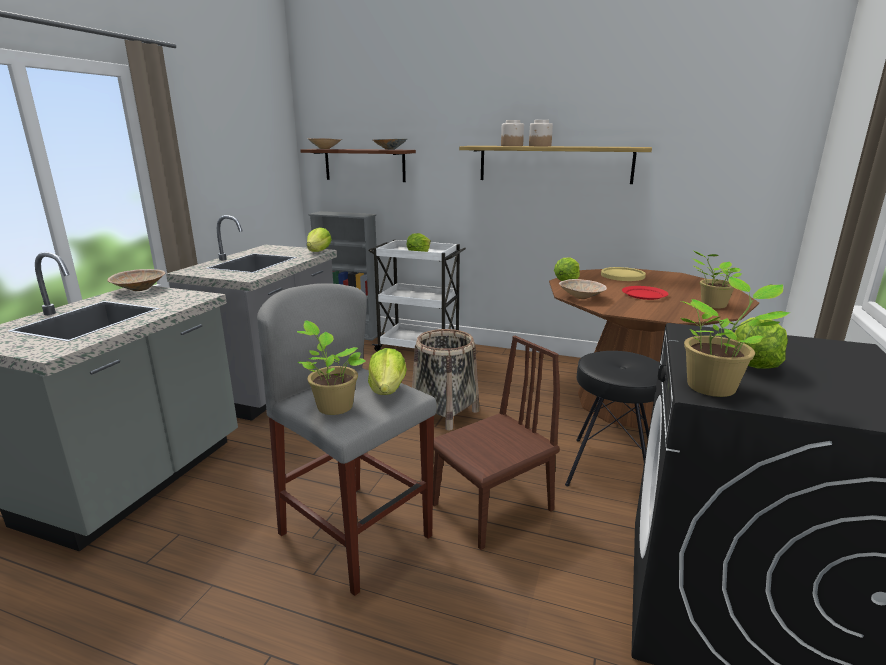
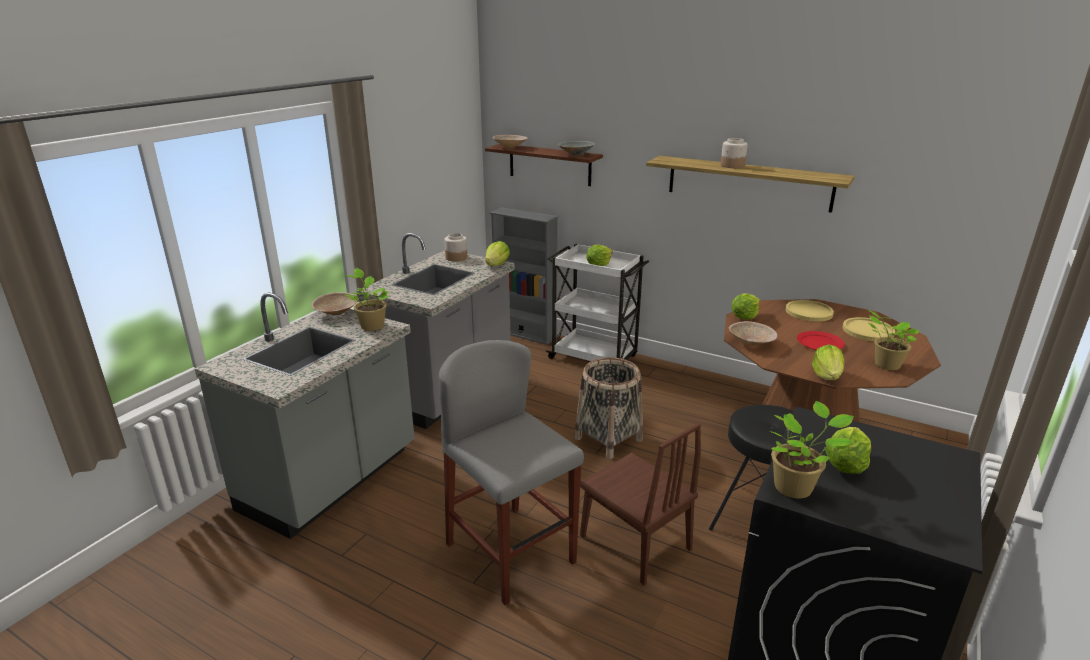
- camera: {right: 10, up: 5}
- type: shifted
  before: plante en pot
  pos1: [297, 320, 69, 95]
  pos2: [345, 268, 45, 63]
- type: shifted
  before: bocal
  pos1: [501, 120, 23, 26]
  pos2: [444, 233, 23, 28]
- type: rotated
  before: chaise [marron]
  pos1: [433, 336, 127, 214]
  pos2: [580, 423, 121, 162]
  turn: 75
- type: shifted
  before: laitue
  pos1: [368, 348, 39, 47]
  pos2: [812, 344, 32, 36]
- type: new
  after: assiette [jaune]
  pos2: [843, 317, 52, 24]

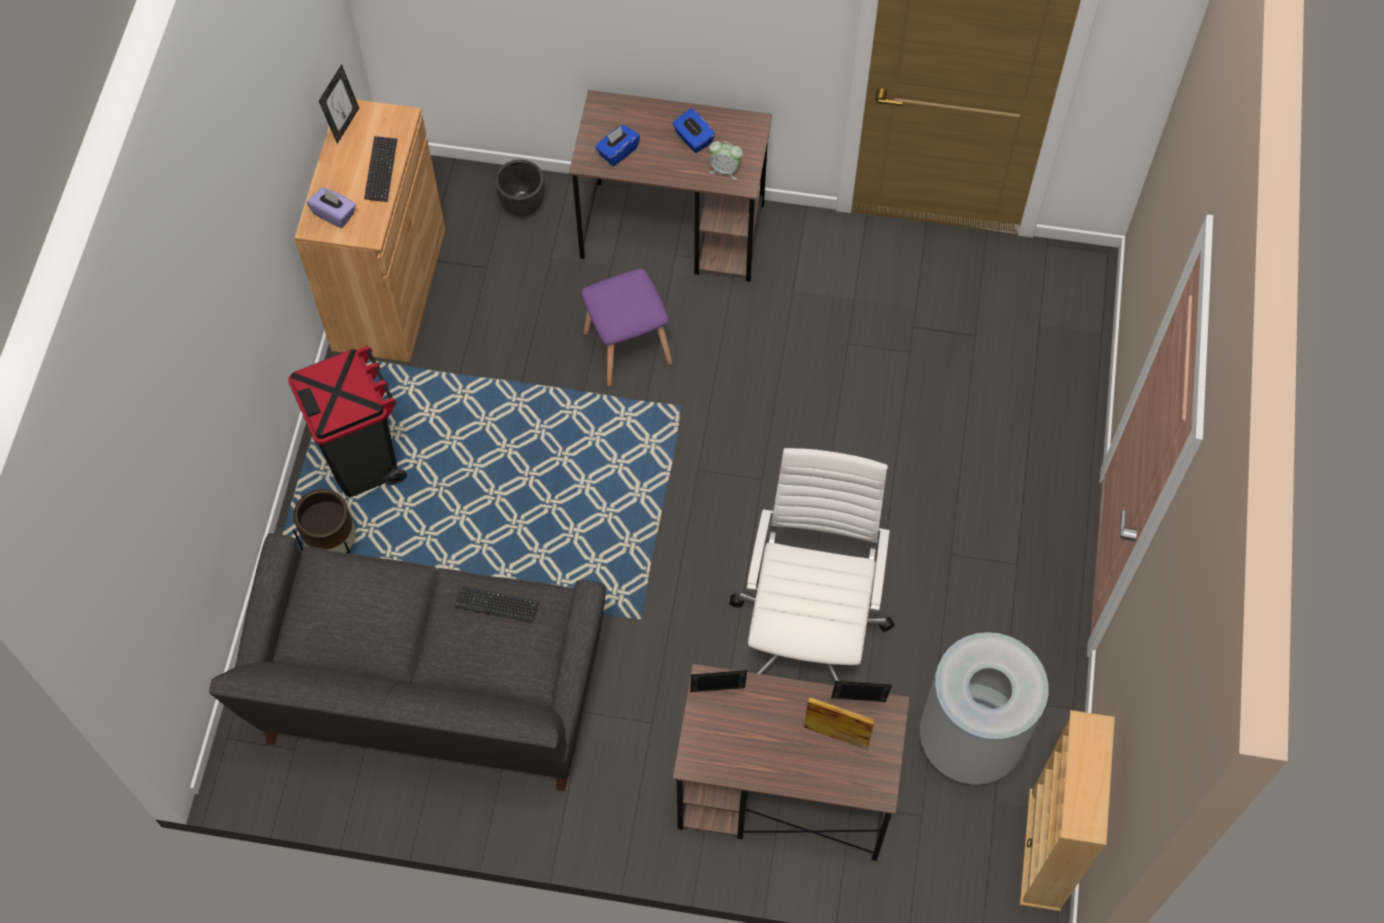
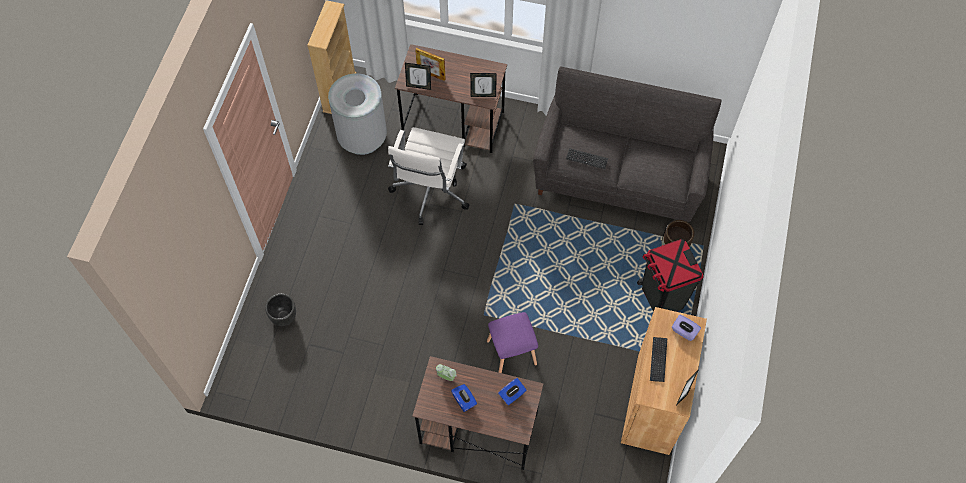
- camera: {right: -175, up: 0}
- type: shifted
  before: cache-pot [noir]
  pos1: [495, 160, 50, 56]
  pos2: [265, 294, 31, 32]

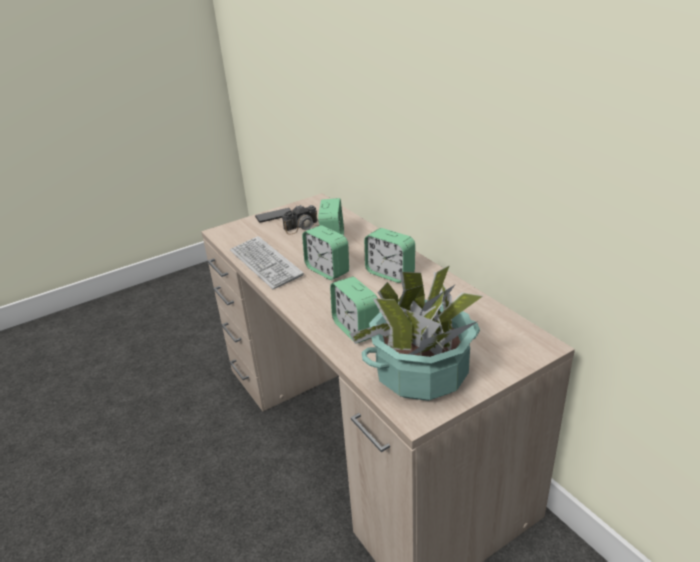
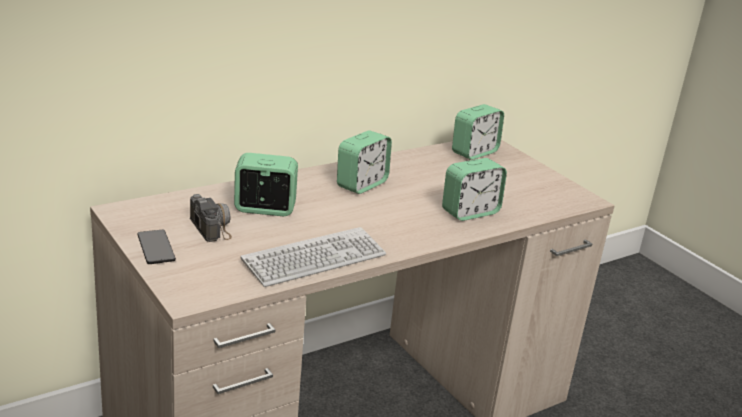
- camera: {right: -95, up: -5}
- type: shifted
  before: réveil
  pos1: [302, 225, 47, 55]
  pos2: [452, 104, 52, 56]
- type: gone
  before: plante en pot
  pos1: [349, 265, 134, 136]

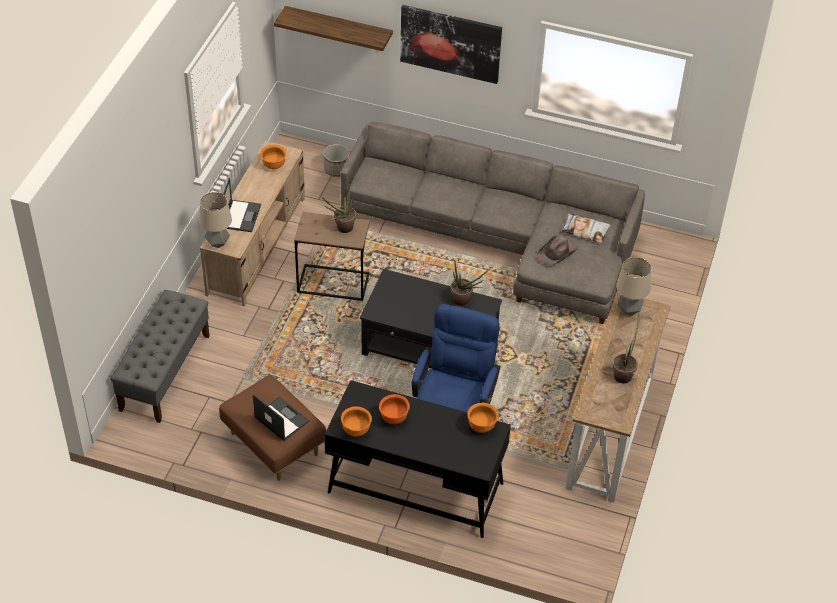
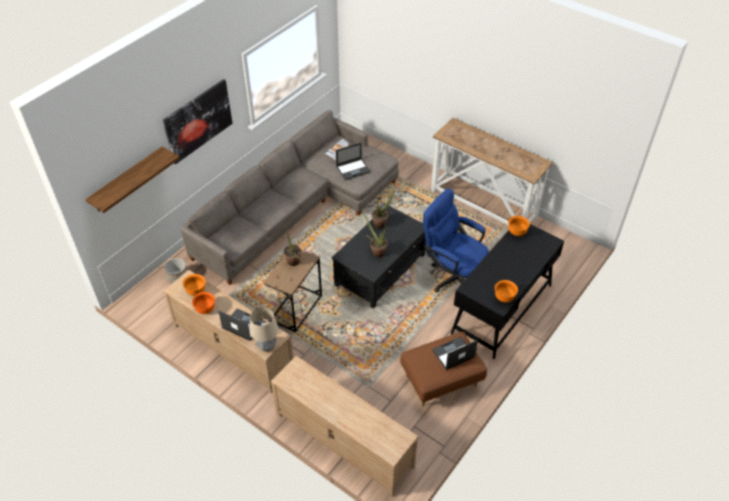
- camera: {right: -70, up: 0}
- type: shifted
  before: bol [orange]
  pos1: [379, 394, 31, 30]
  pos2: [192, 292, 23, 22]
- type: swapped
  before: banc [gris]
  after: meuble télé [beige]
  pos1: [110, 290, 100, 133]
  pos2: [271, 356, 147, 140]
- type: swapped
  before: chapeau [marron]
  after: ordinateur portable
  pos1: [537, 236, 41, 30]
  pos2: [336, 143, 34, 37]
- type: shifted
  before: plante en pot
  pos1: [612, 314, 27, 69]
  pos2: [362, 212, 25, 46]
- type: gone
  before: lampe de table
  pos1: [616, 257, 36, 58]

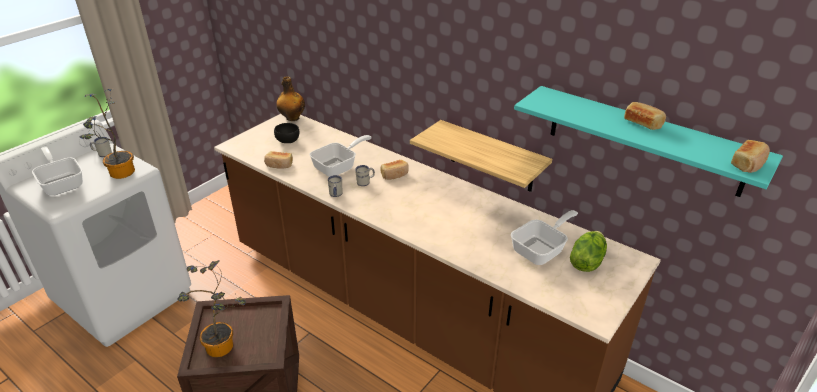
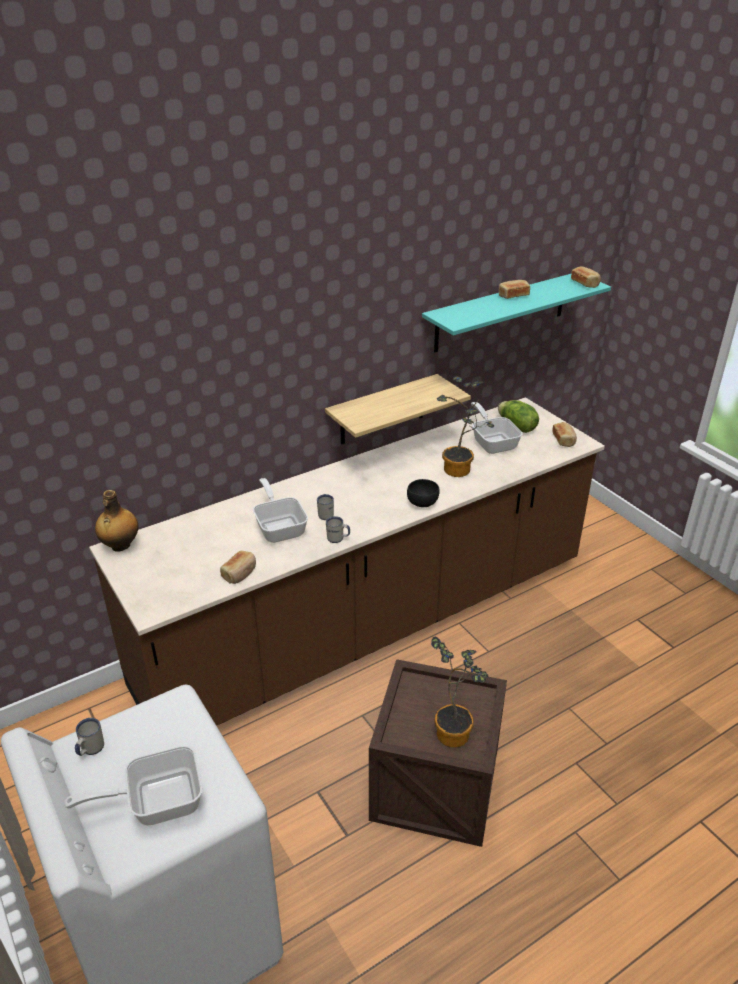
- camera: {right: -70, up: 0}
- type: shifted
  before: bol [noir]
  pos1: [274, 123, 26, 20]
  pos2: [407, 479, 33, 28]
- type: shifted
  before: plante en pot
  pos1: [80, 89, 55, 90]
  pos2: [437, 376, 57, 101]
- type: shifted
  before: pain
  pos1: [381, 160, 28, 20]
  pos2: [552, 422, 25, 25]

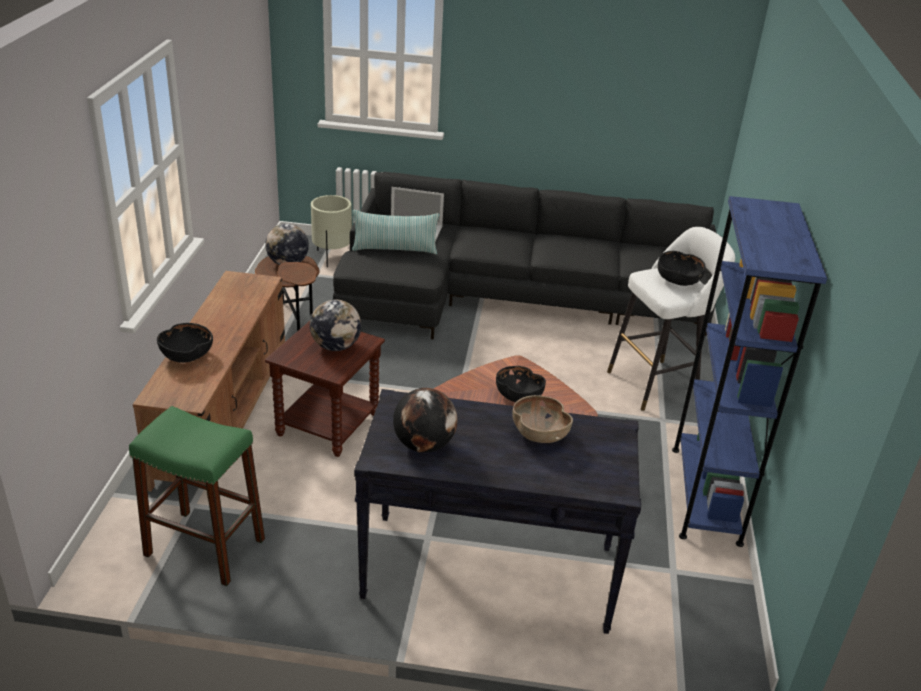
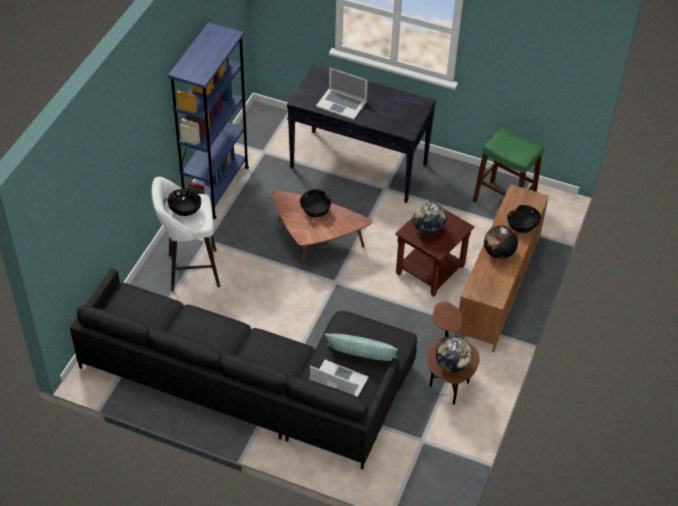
- camera: {right: -165, up: 15}
- type: swapped
  before: bol [marron]
  after: ordinateur portable
  pos1: [512, 395, 61, 48]
  pos2: [316, 67, 52, 53]
- type: shifted
  before: globe
  pos1: [393, 388, 64, 65]
  pos2: [484, 226, 34, 33]
- type: gone
  before: cache-pot [beige]
  pos1: [311, 195, 41, 72]

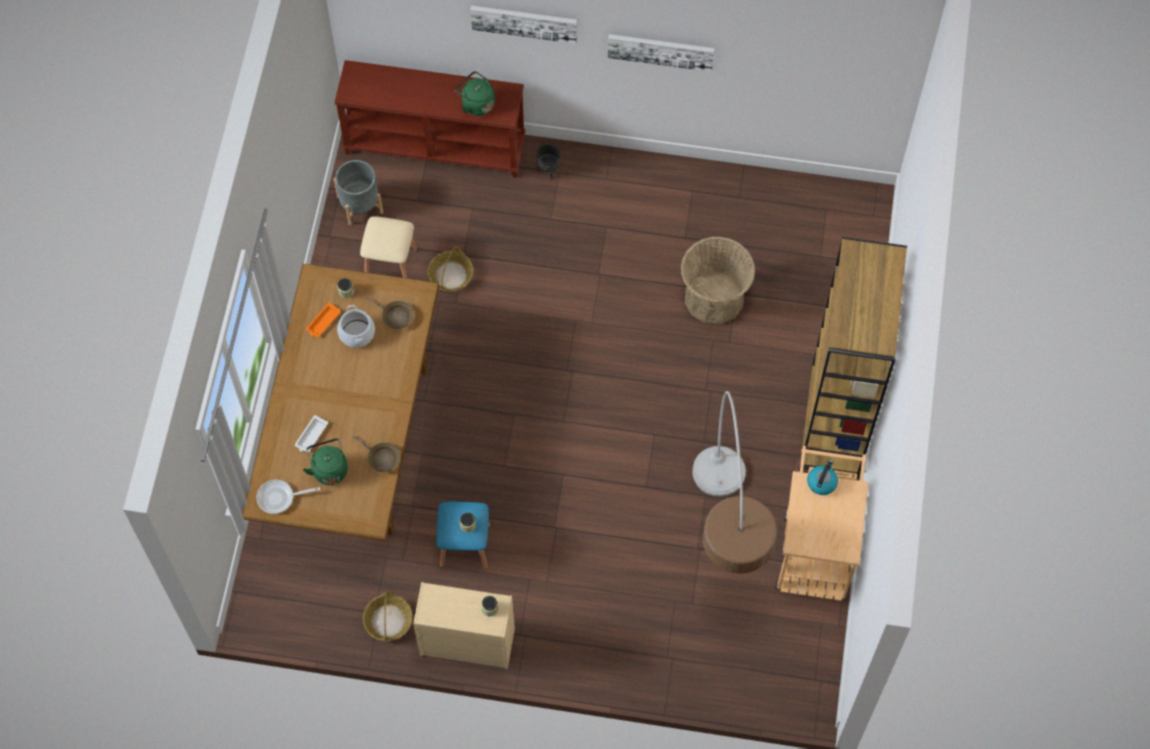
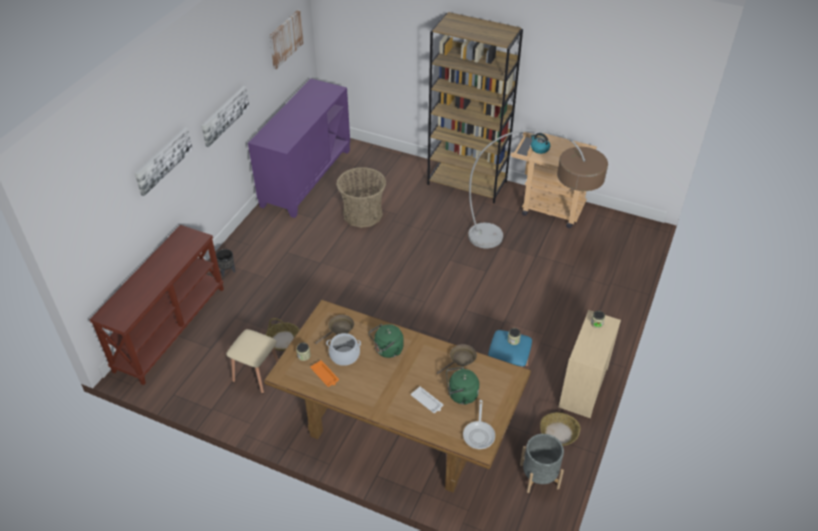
- camera: {right: -75, up: -20}
- type: new
  after: meuble de rangement [violet]
  pos2: [248, 79, 102, 139]
- type: new
  after: tableau
  pos2: [269, 10, 35, 59]
- type: shifted
  before: bouilloire [vert]
  pos1: [455, 71, 40, 45]
  pos2: [369, 324, 35, 34]
- type: shifted
  before: cache-pot [gris]
  pos1: [334, 160, 49, 65]
  pos2: [520, 434, 44, 59]

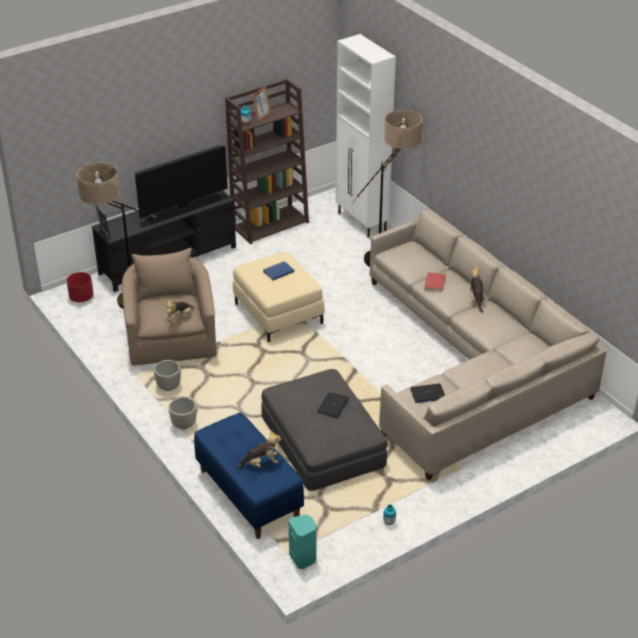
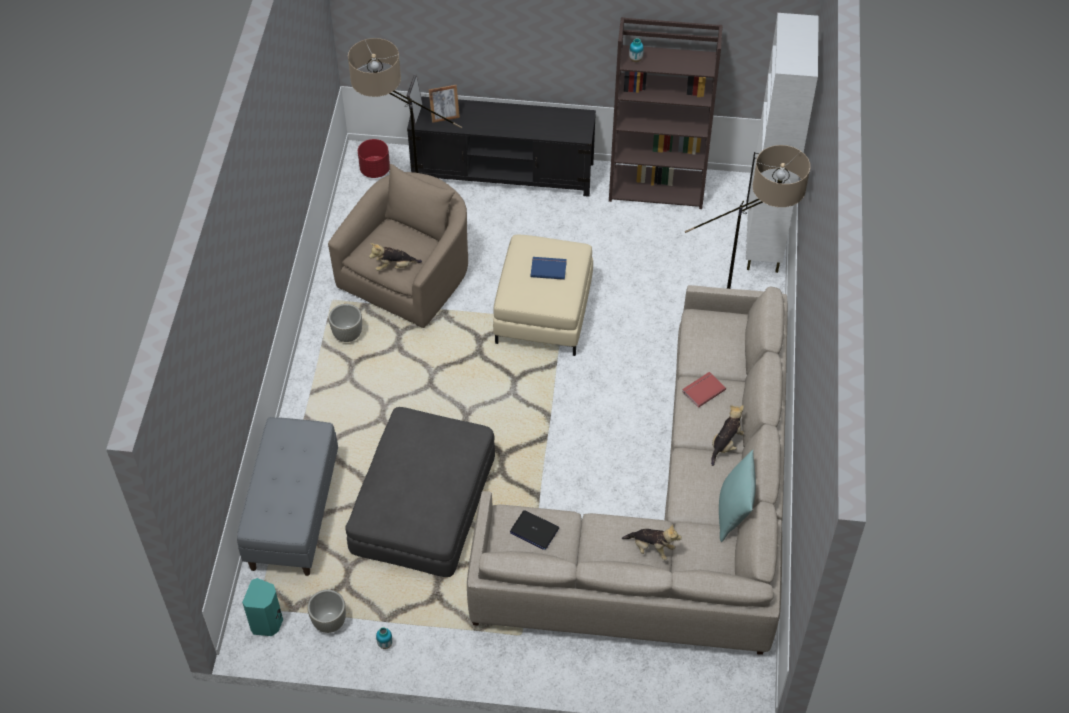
- camera: {right: 40, up: 15}
- type: repainted
  before: banc [bleu]
  after: banc [gris]
  pos1: [194, 412, 110, 127]
  pos2: [237, 417, 101, 159]
- type: shifted
  before: cache-pot [gris]
  pos1: [169, 397, 28, 32]
  pos2: [307, 590, 39, 43]
- type: shifted
  before: cadre photo
  pos1: [252, 87, 19, 35]
  pos2: [429, 85, 31, 38]
- type: shifted
  before: peluche
  pos1: [237, 430, 44, 39]
  pos2: [622, 524, 60, 36]
- type: new
  after: coussin [turquoise]
  pos2: [719, 450, 37, 92]
- type: gone
  before: téléviseur
  pos1: [135, 145, 93, 79]
- type: gone
  before: ordinateur portable
  pos1: [317, 392, 32, 26]

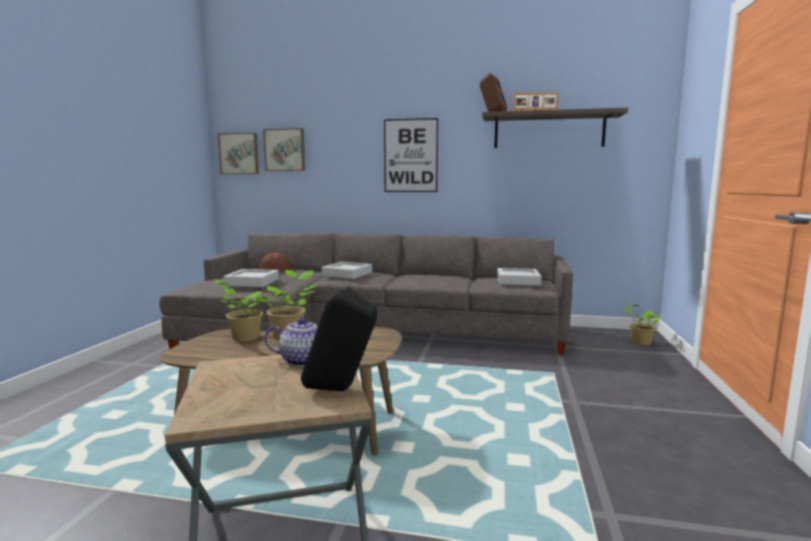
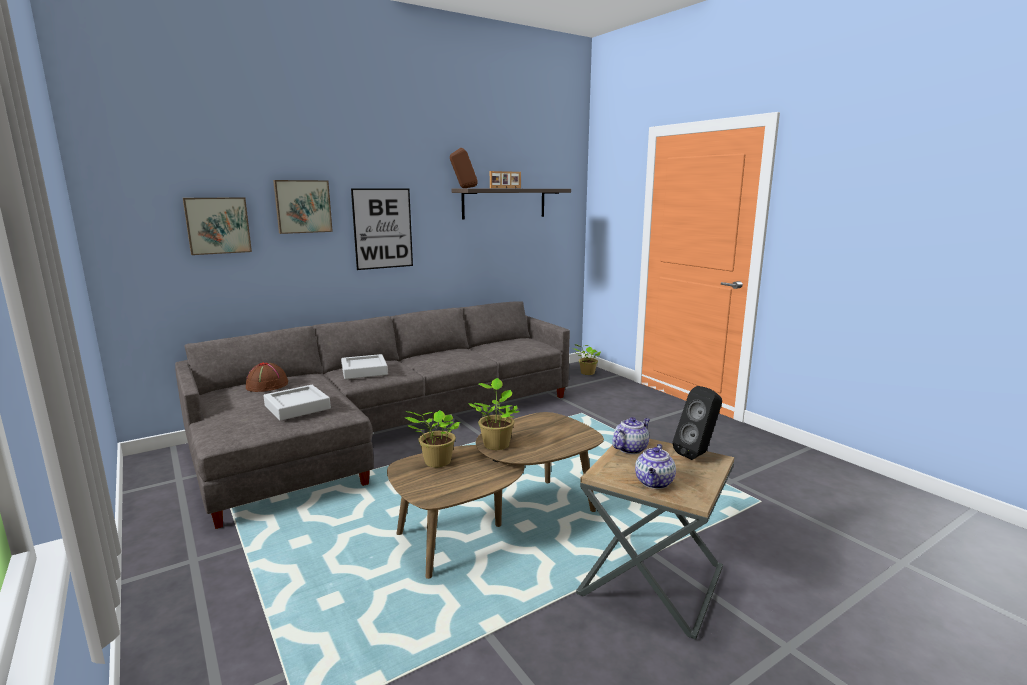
- camera: {right: -45, up: 5}
- type: shifted
  before: tableau
  pos1: [218, 133, 41, 41]
  pos2: [273, 180, 60, 54]
- type: new
  after: théière
  pos2: [635, 444, 41, 45]
- type: gone
  before: plateau [gris]
  pos1: [497, 268, 44, 18]

